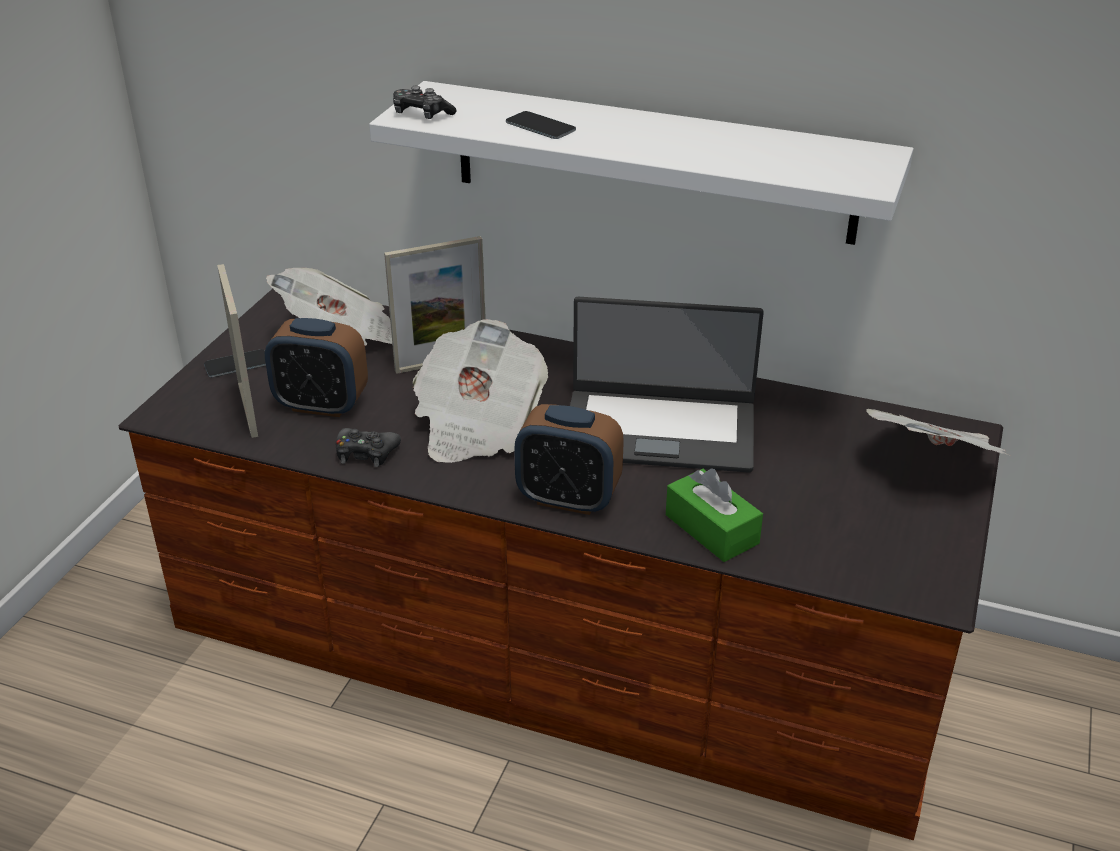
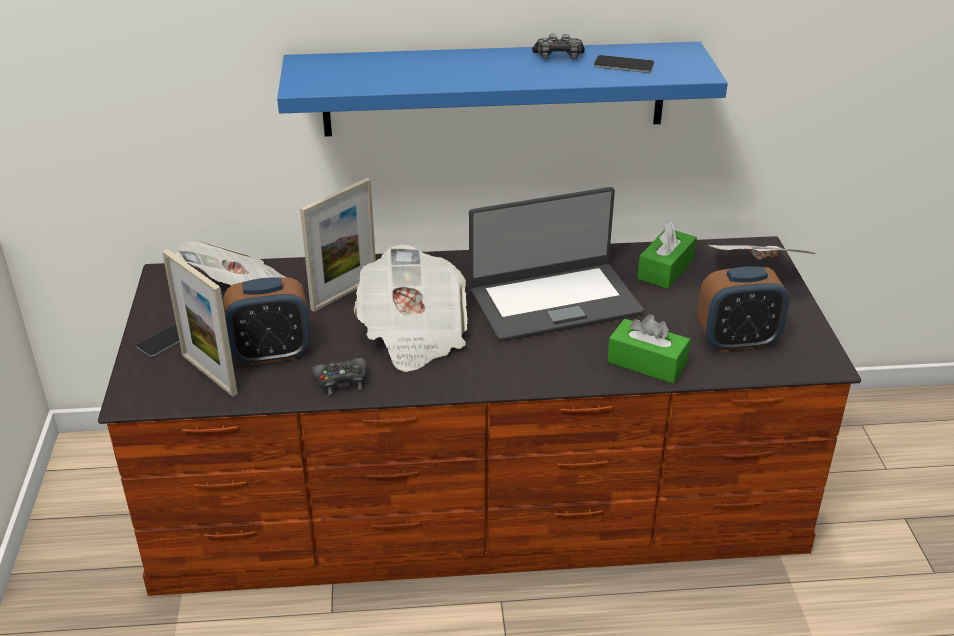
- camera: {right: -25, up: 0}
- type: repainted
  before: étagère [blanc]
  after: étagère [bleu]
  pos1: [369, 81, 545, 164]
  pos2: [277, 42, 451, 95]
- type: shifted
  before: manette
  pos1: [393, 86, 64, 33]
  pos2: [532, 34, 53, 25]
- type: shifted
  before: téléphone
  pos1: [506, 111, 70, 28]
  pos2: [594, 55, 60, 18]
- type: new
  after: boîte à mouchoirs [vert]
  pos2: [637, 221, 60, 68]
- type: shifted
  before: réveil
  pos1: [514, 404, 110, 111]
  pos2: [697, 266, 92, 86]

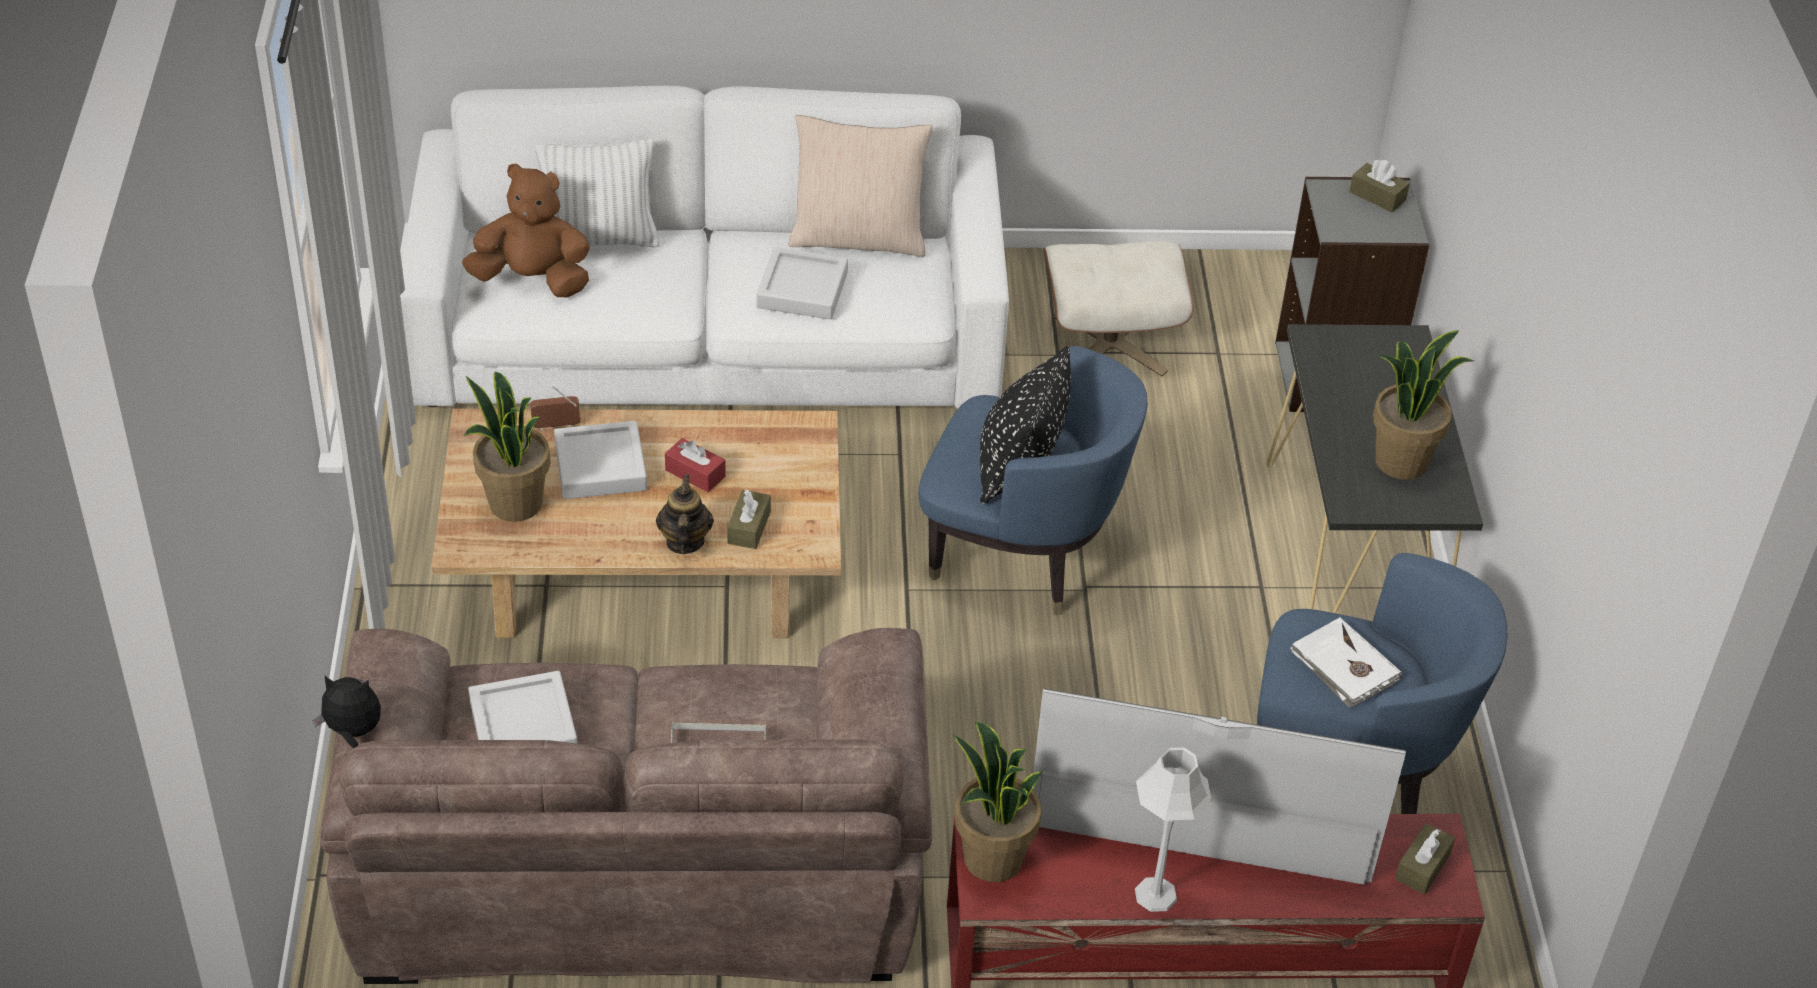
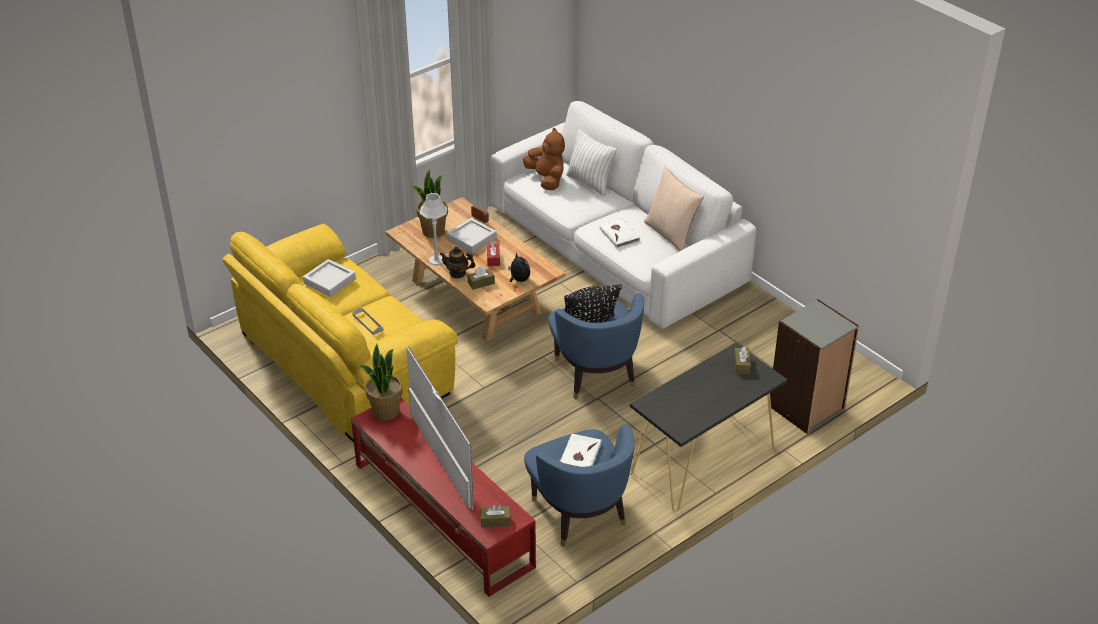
- camera: {right: 55, up: -5}
- type: repainted
  before: canapé [marron]
  after: canapé [jaune]
  pos1: [320, 628, 612, 356]
  pos2: [222, 224, 236, 219]
- type: shifted
  before: lampe de table [gris]
  pos1: [1135, 747, 77, 165]
  pos2: [420, 193, 27, 72]
- type: rotated
  before: théière
  pos1: [656, 475, 58, 79]
  pos2: [439, 247, 36, 31]
  turn: -135
- type: shifted
  before: peluche
  pos1: [313, 676, 68, 72]
  pos2: [508, 252, 22, 30]
- type: swapped
  before: plateau [gris]
  after: livre [blanc]
  pos1: [757, 247, 91, 73]
  pos2: [600, 219, 40, 29]
- type: shifted
  before: boîte à mouchoirs [marron]
  pos1: [1349, 160, 61, 52]
  pos2: [734, 346, 17, 28]
- type: gone
  before: pouf [beige]
  pos1: [1044, 241, 150, 136]
- type: gone
  before: plante en pot
  pos1: [1373, 330, 101, 150]

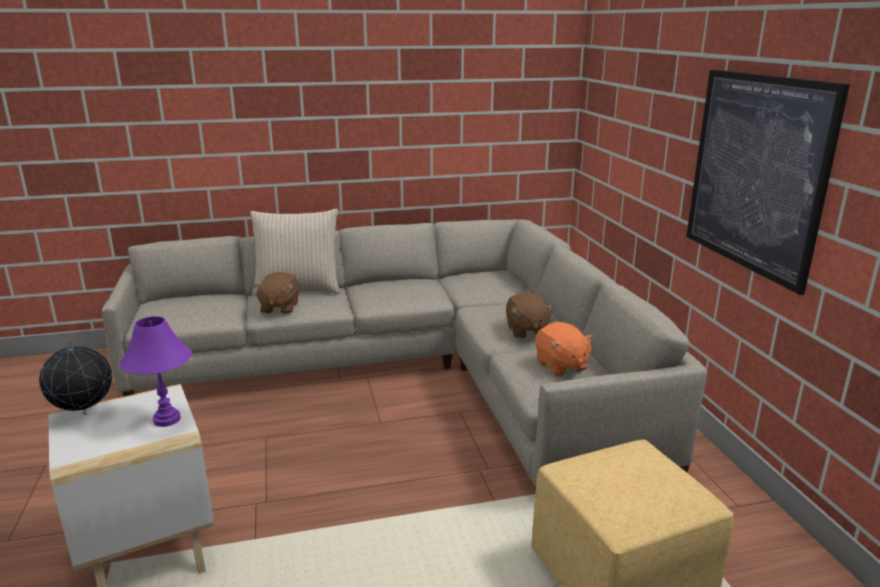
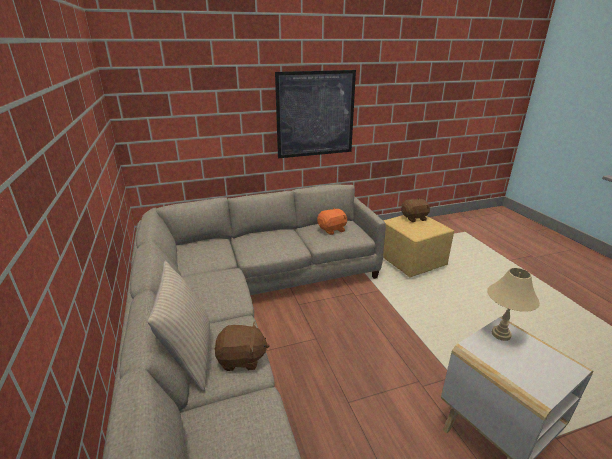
- camera: {right: -95, up: 5}
- type: shifted
  before: peluche [marron]
  pos1: [506, 292, 48, 46]
  pos2: [401, 198, 29, 24]
- type: repainted
  before: lampe de table [violet]
  after: lampe de table [beige]
  pos1: [120, 316, 72, 111]
  pos2: [487, 268, 53, 73]
- type: gone
  before: globe
  pos1: [39, 342, 73, 73]

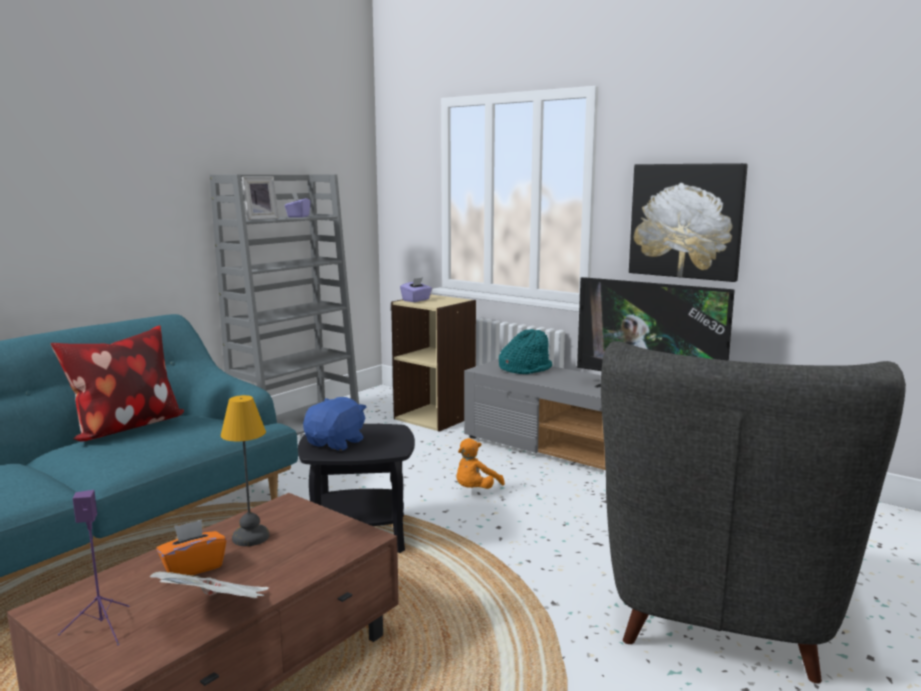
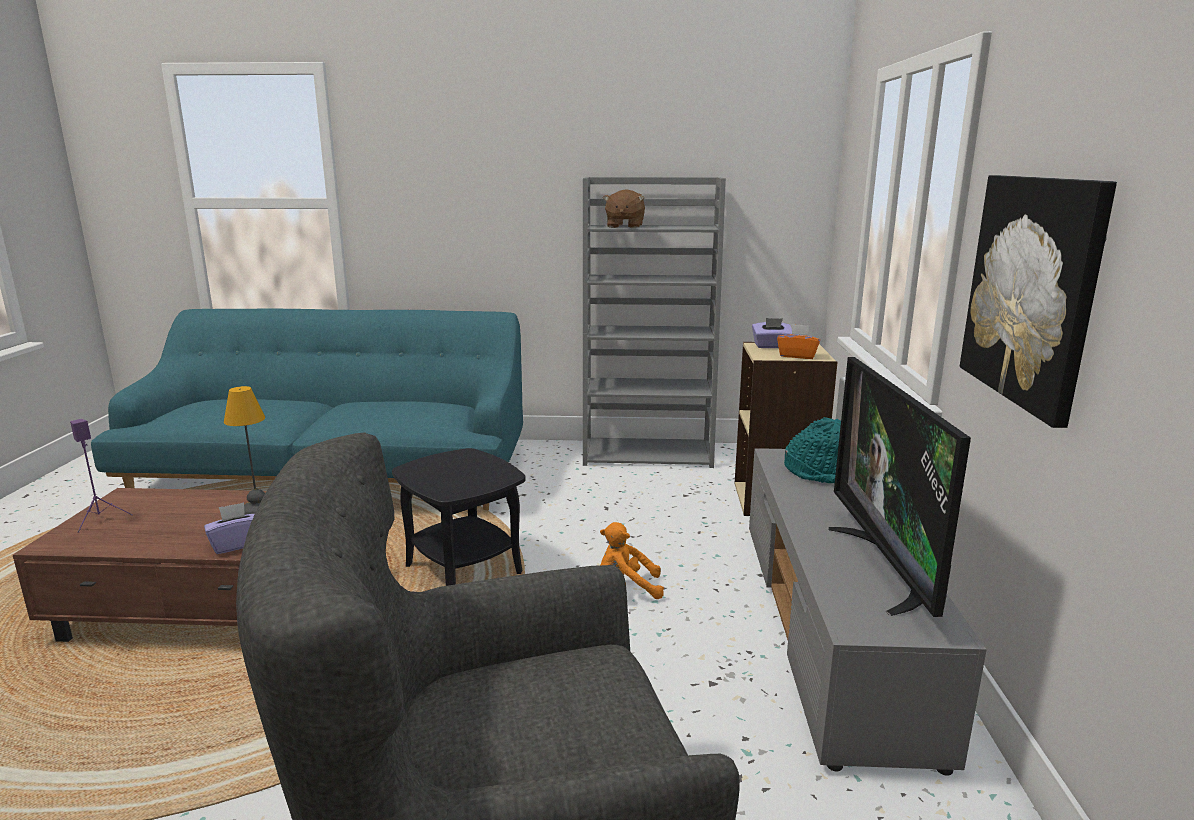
- camera: {right: 55, up: 5}
- type: shifted
  before: boîte à mouchoirs [violet]
  pos1: [284, 193, 27, 24]
  pos2: [204, 502, 51, 52]
- type: swapped
  before: cadre photo
  after: peluche [marron]
  pos1: [242, 177, 37, 43]
  pos2: [603, 189, 42, 39]
- type: shifted
  before: boîte à mouchoirs [orange]
  pos1: [156, 519, 71, 56]
  pos2: [777, 324, 43, 35]
- type: gone
  before: coussin
  pos1: [51, 325, 133, 117]
- type: gone
  before: journal
  pos1: [150, 572, 119, 26]
- type: gone
  before: peluche [bleu]
  pos1: [303, 397, 63, 54]

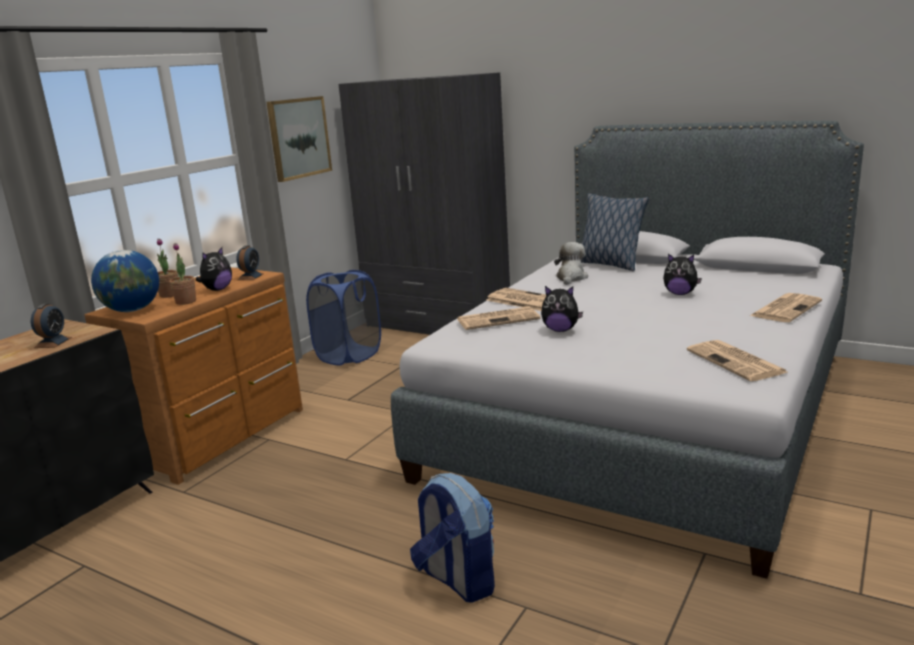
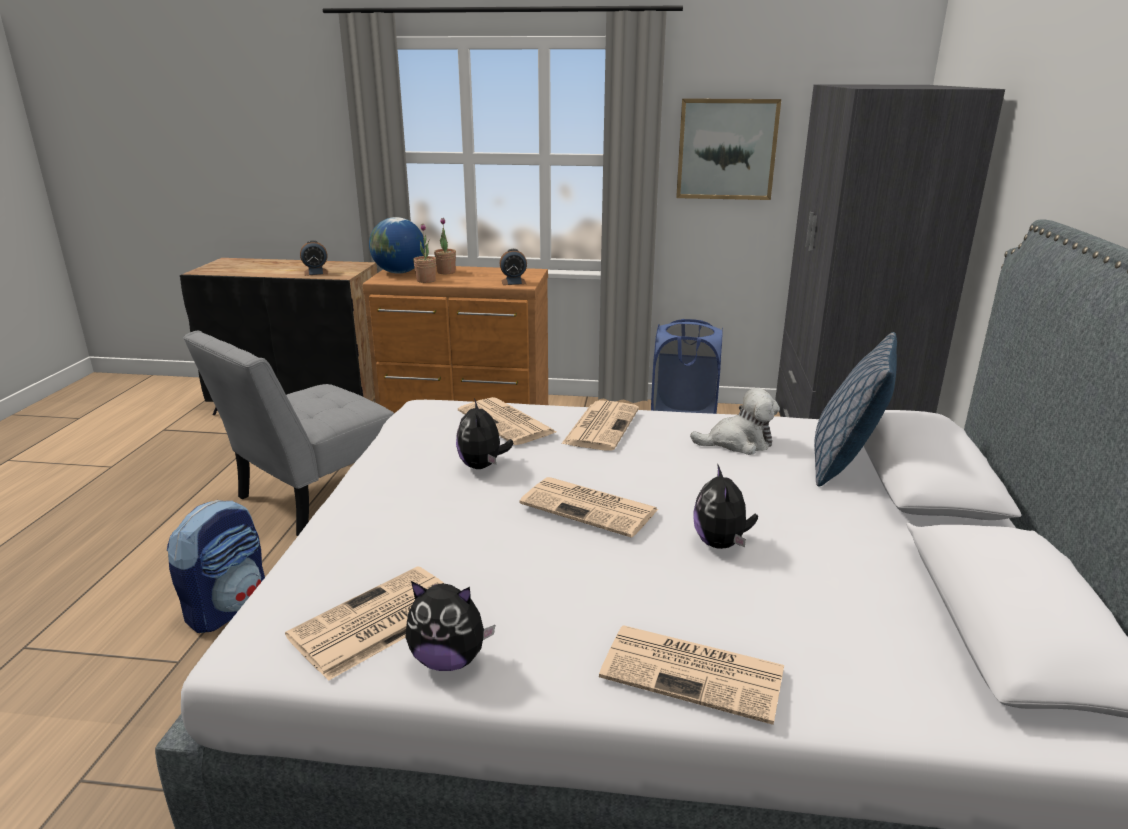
- camera: {right: 65, up: 5}
- type: new
  after: chaise [gris]
  pos2: [183, 331, 211, 205]
- type: shifted
  before: peluche
  pos1: [196, 247, 36, 44]
  pos2: [405, 581, 91, 90]
- type: new
  after: journal
  pos2: [519, 477, 139, 61]

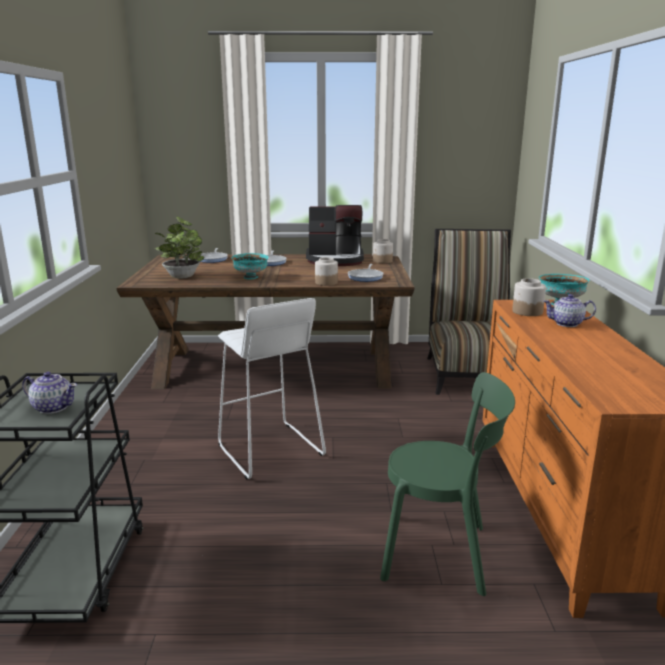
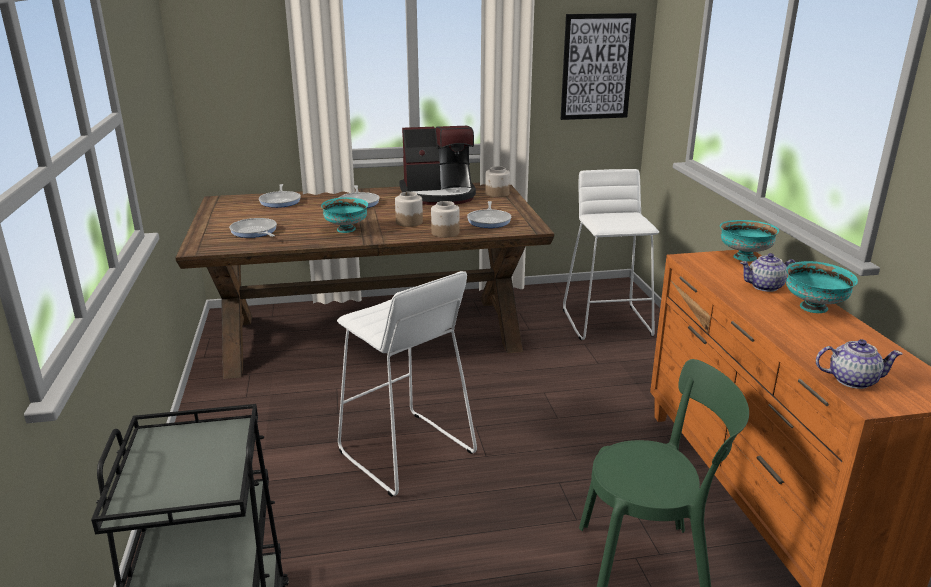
- camera: {right: -10, up: 5}
- type: swapped
  before: plante en pot
  after: poêle
  pos1: [155, 217, 49, 62]
  pos2: [229, 218, 48, 20]
- type: shifted
  before: bocal
  pos1: [512, 278, 34, 38]
  pos2: [395, 192, 28, 35]
- type: new
  after: tableau
  pos2: [561, 13, 76, 107]
- type: swapped
  before: chaise
  after: tabouret [blanc]
  pos1: [427, 229, 84, 166]
  pos2: [563, 169, 96, 171]
- type: new
  after: bol [turquoise]
  pos2: [786, 261, 72, 52]
- type: shifted
  before: théière
  pos1: [22, 372, 55, 42]
  pos2: [816, 339, 87, 50]

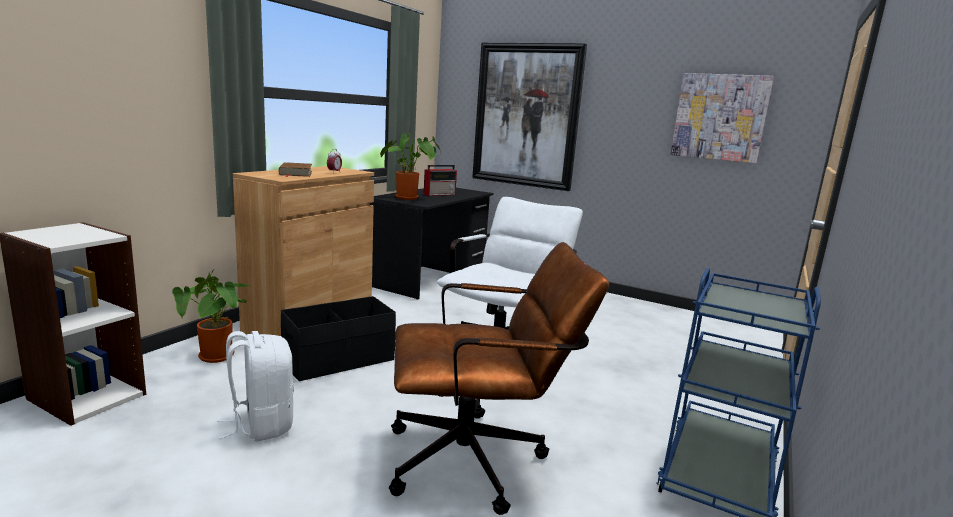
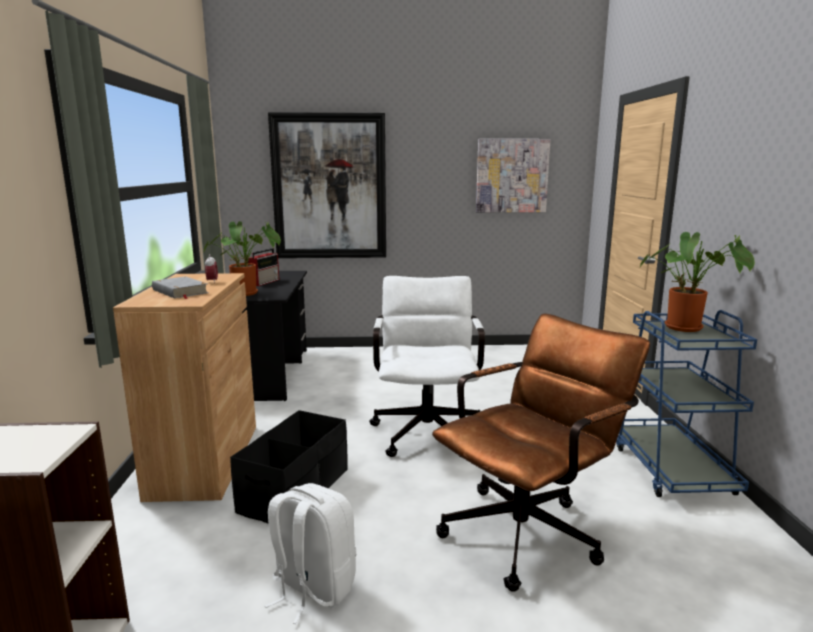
- camera: {right: -30, up: 0}
- type: repainted
  before: livre [marron]
  after: livre [gris]
  pos1: [279, 162, 33, 15]
  pos2: [152, 276, 56, 23]
- type: shifted
  before: plante en pot
  pos1: [172, 269, 78, 94]
  pos2: [640, 232, 115, 100]

